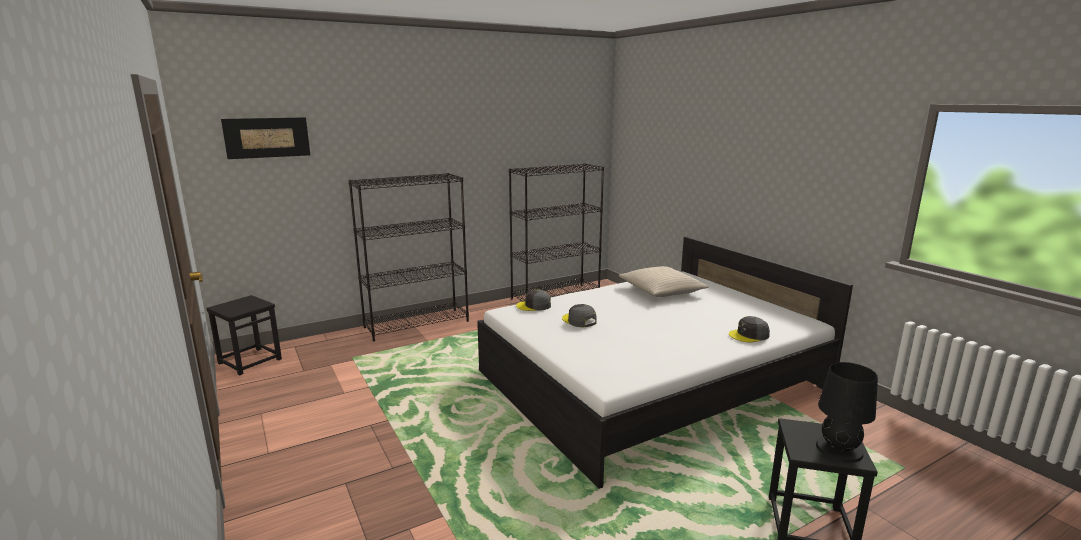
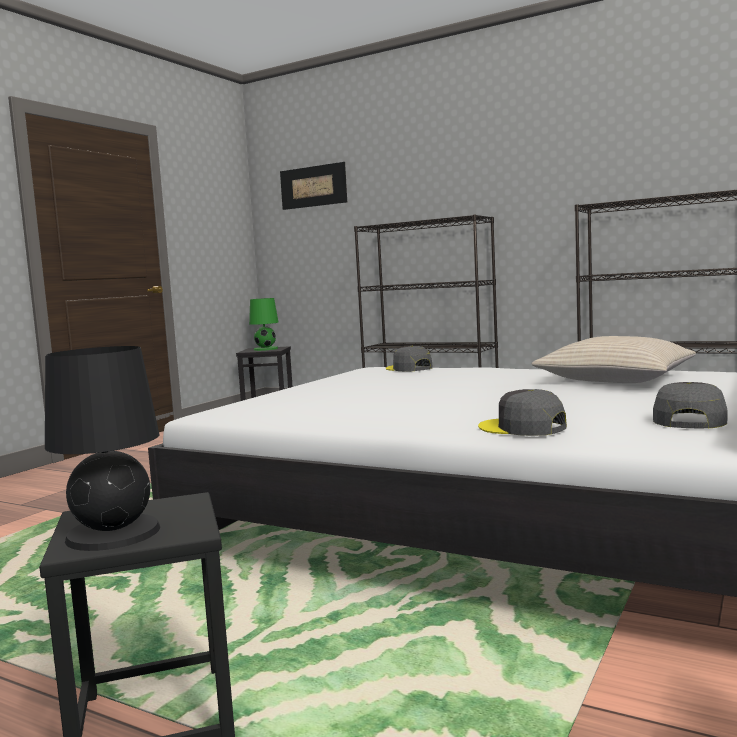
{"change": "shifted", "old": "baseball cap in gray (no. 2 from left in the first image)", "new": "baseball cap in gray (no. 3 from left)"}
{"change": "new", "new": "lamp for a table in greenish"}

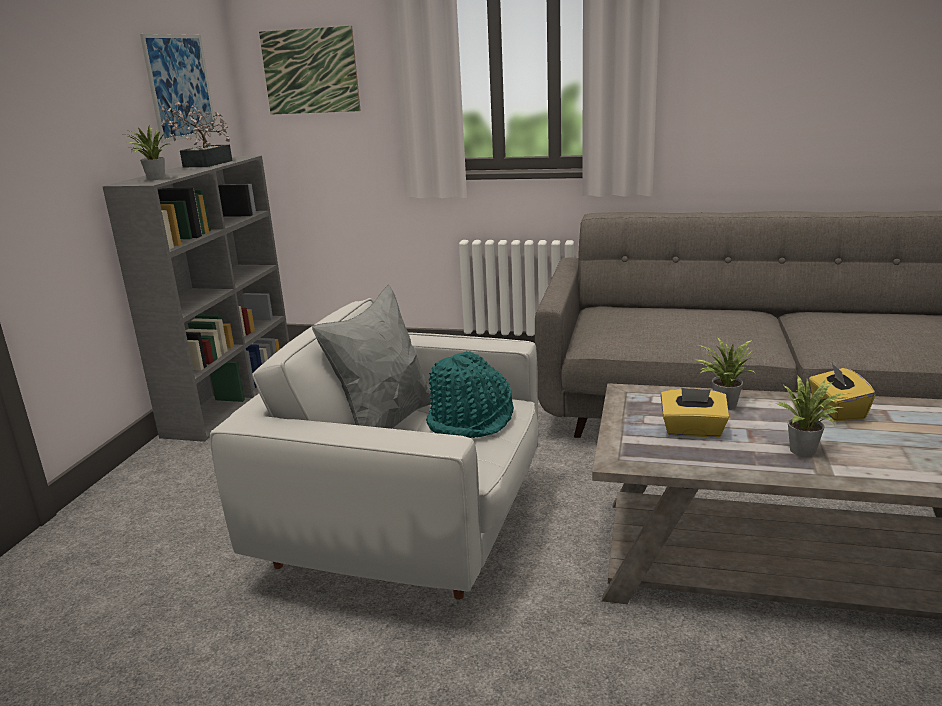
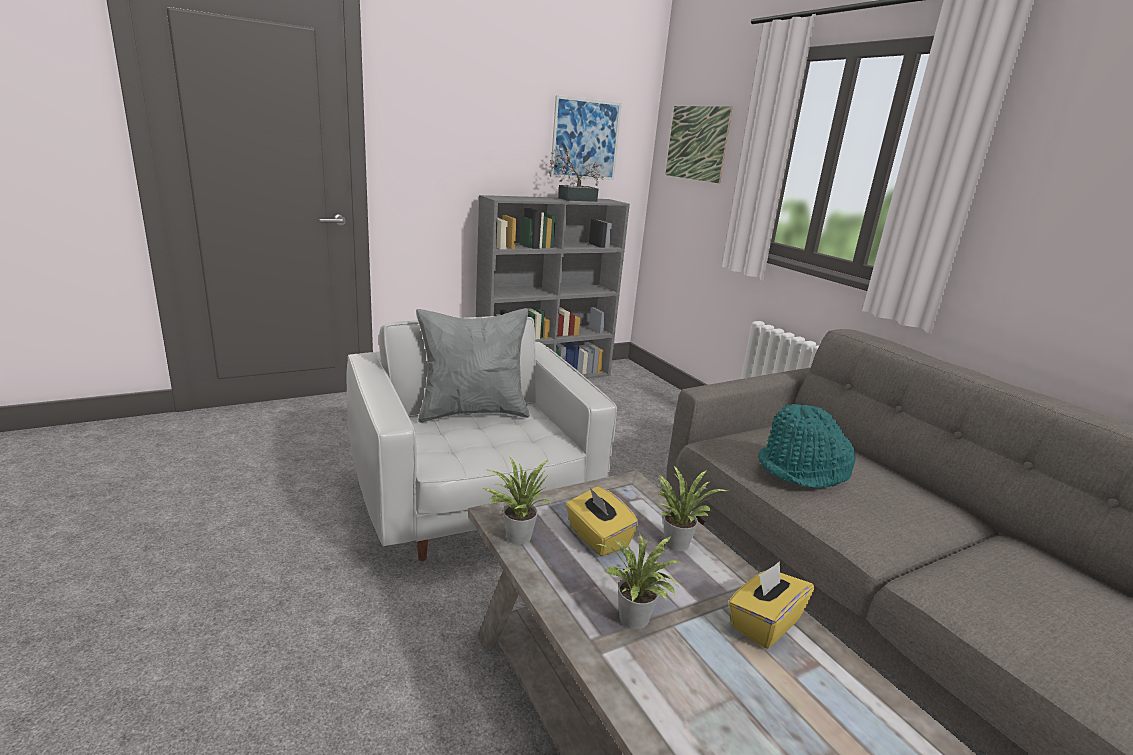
{"change": "shifted", "old": "potted plant (no. 1 from left)"}
{"change": "shifted", "old": "wearable hat in turquoise-coloured"}

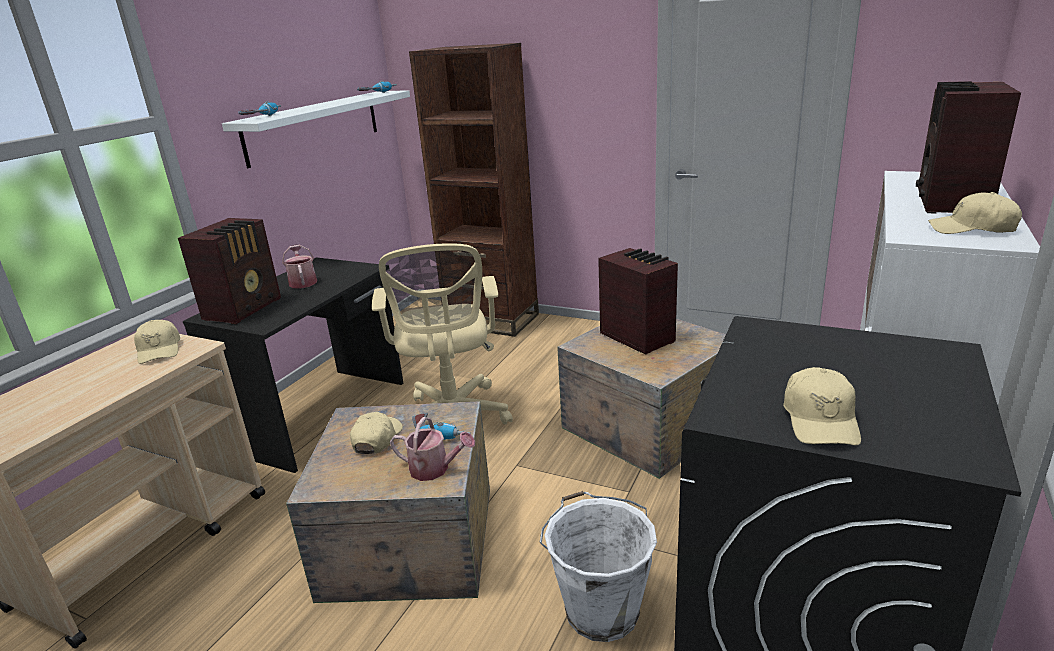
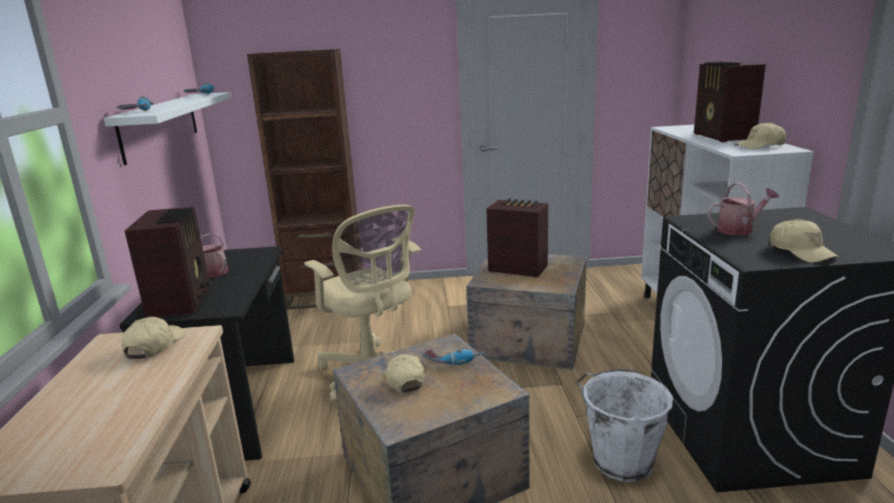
{"change": "rotated", "old": "baseball cap in sand-coloured (no. 1 from left)", "degrees": -120}
{"change": "shifted", "old": "watering can (no. 2 from left)"}

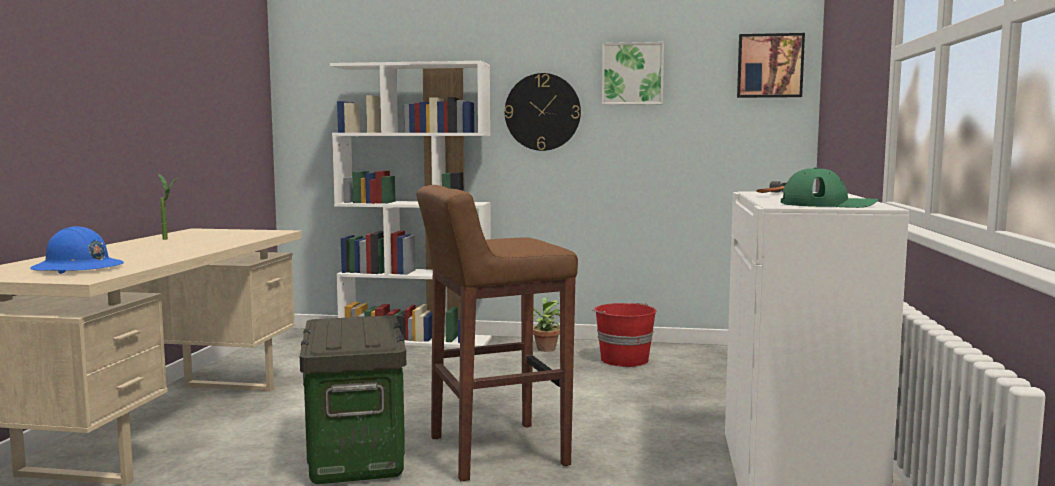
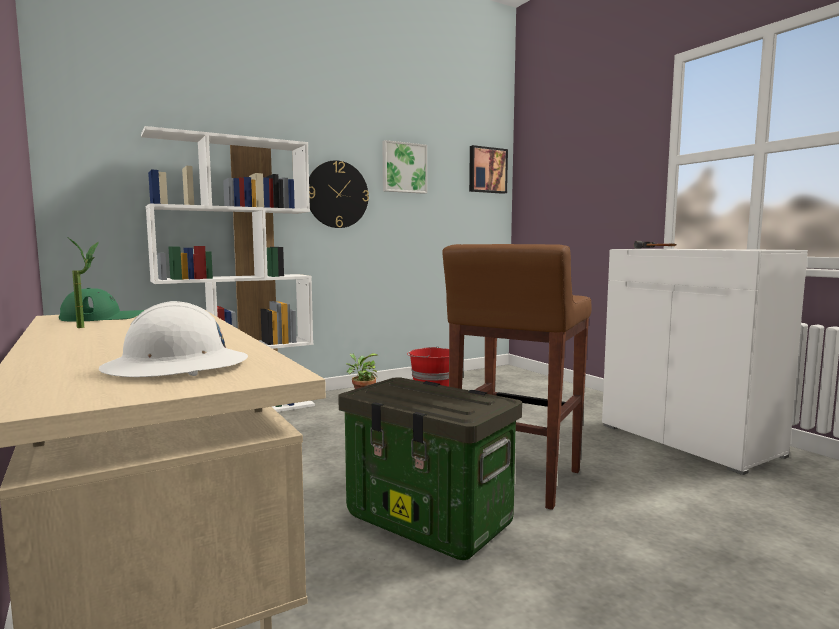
{"change": "shifted", "old": "baseball cap in greenish"}
{"change": "repainted", "old": "work helmet in blue", "new": "work helmet in whitish"}

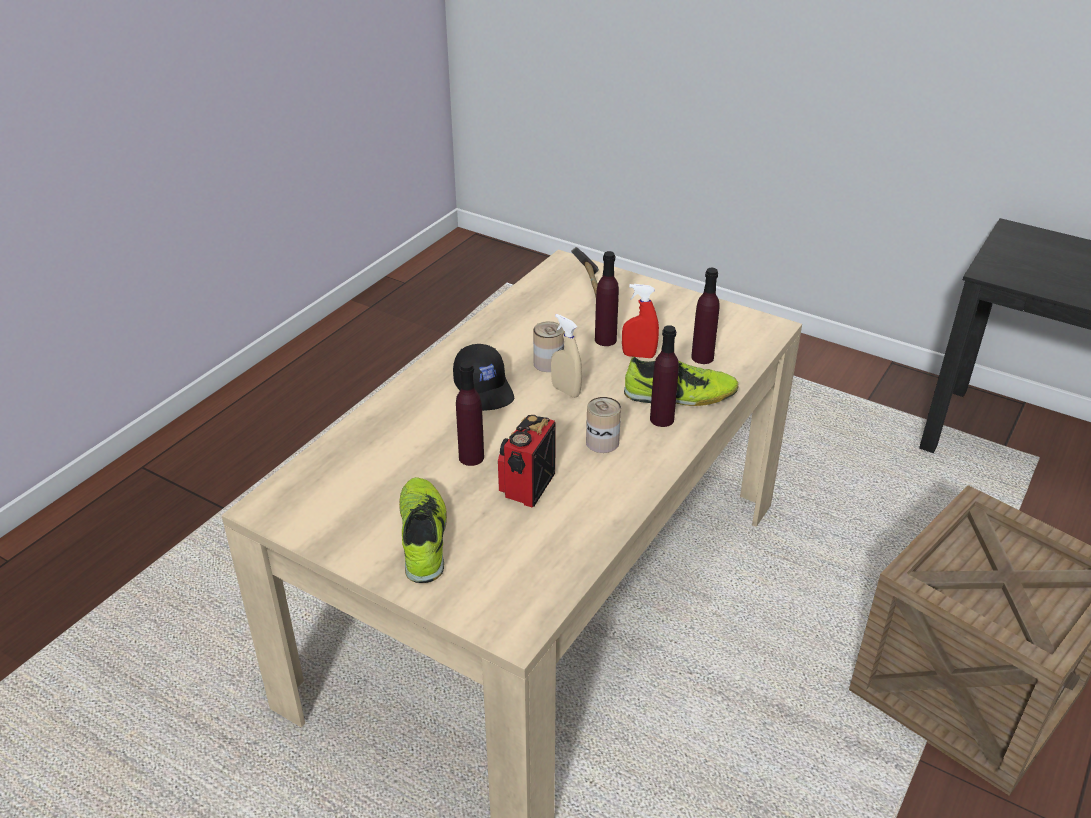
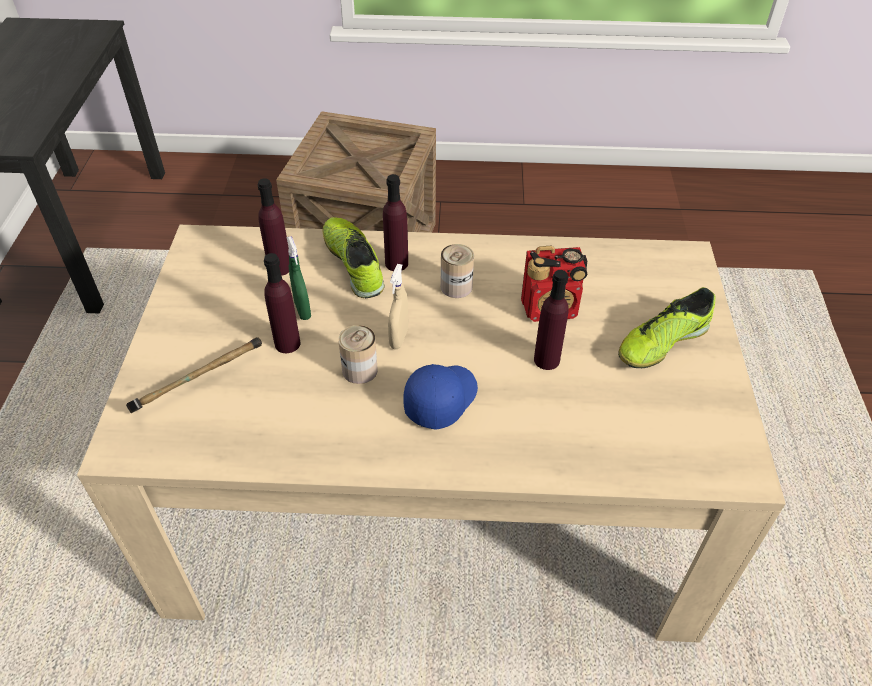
{"change": "repainted", "old": "spray bottle in reddish", "new": "spray bottle in greenish"}
{"change": "repainted", "old": "baseball cap in blackish", "new": "baseball cap in blue"}

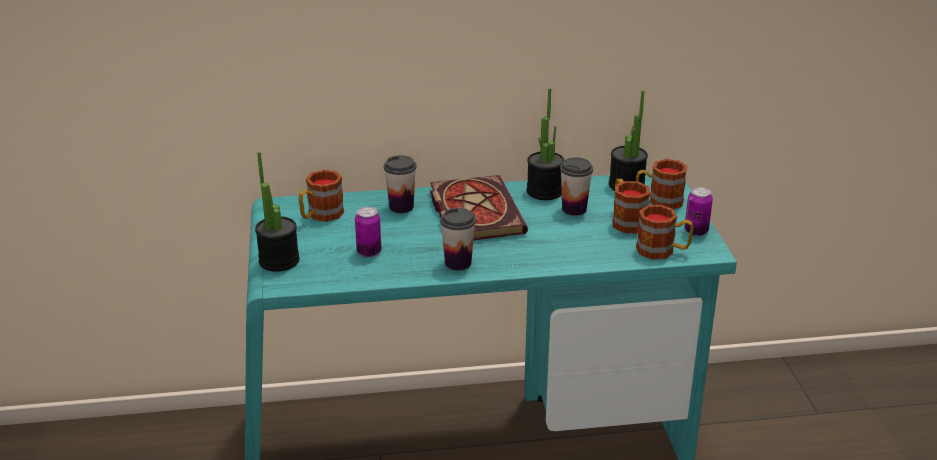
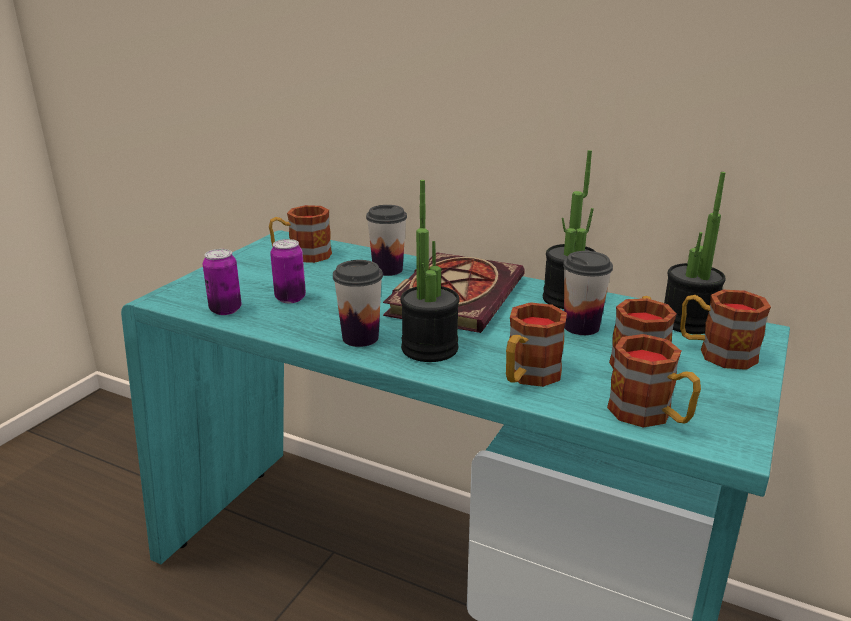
{"change": "shifted", "old": "potted plant (no. 1 from left)"}
{"change": "shifted", "old": "sealed can (no. 2 from left in the first image)", "new": "sealed can (no. 1 from left)"}
{"change": "new", "new": "tea mug (no. 2 from left)"}

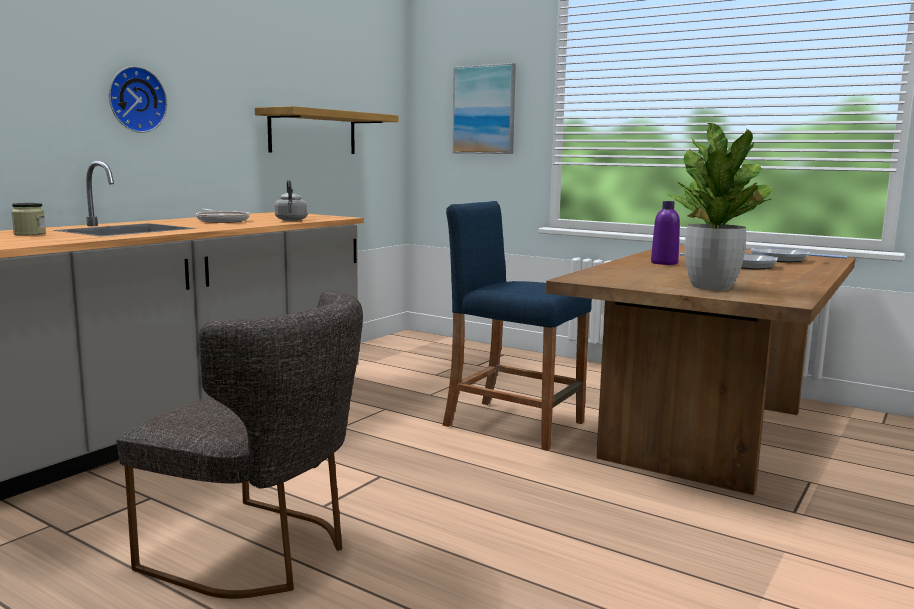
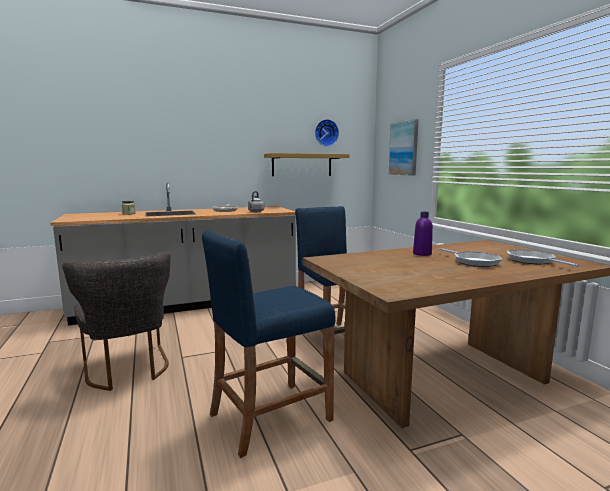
{"change": "shifted", "old": "wall clock"}
{"change": "gone", "old": "potted plant"}
{"change": "new", "new": "sitting stool in blue (no. 1 from left)"}

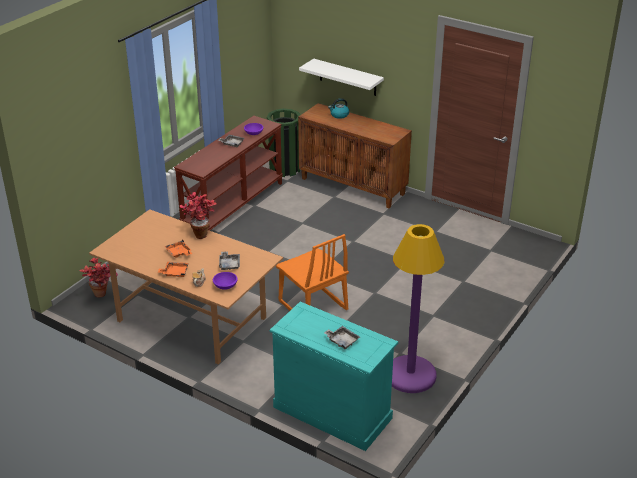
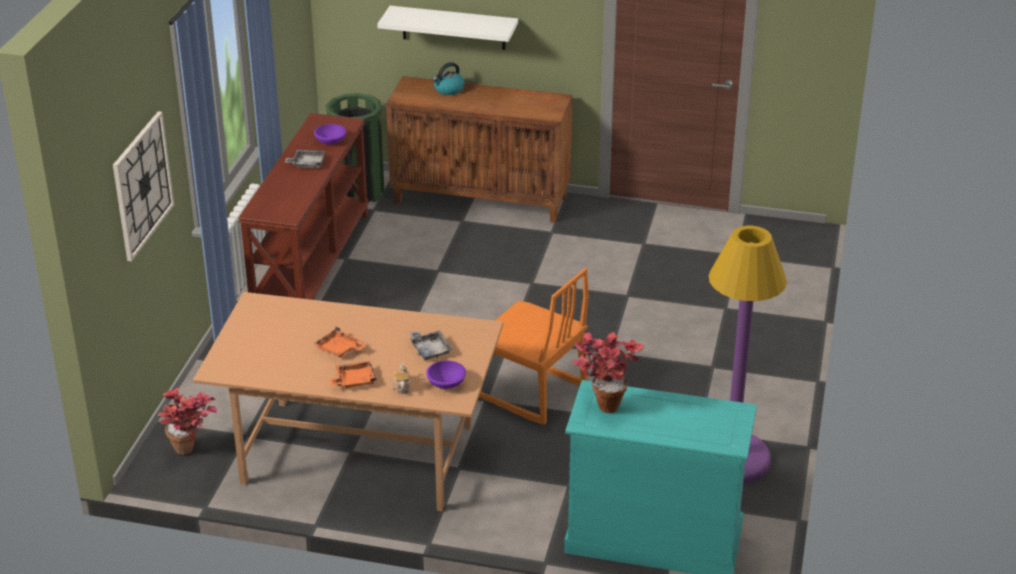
{"change": "shifted", "old": "potted plant (no. 2 from left)"}
{"change": "gone", "old": "carrying tray in gray (no. 3 from left)"}
{"change": "new", "new": "wall clock"}

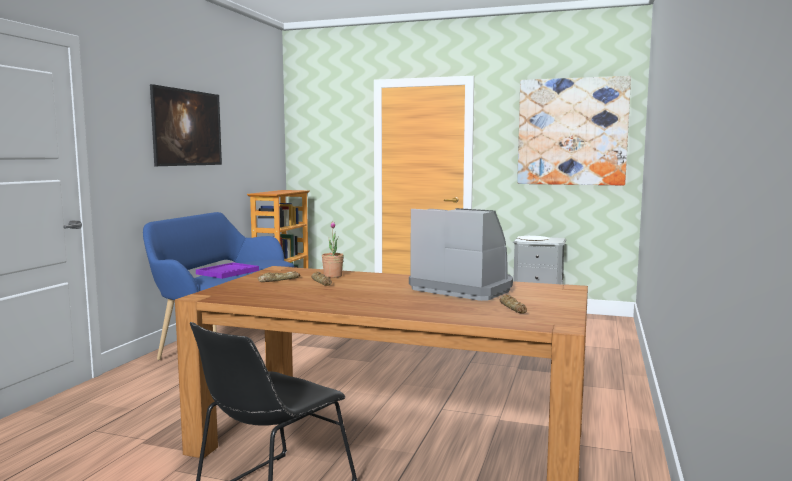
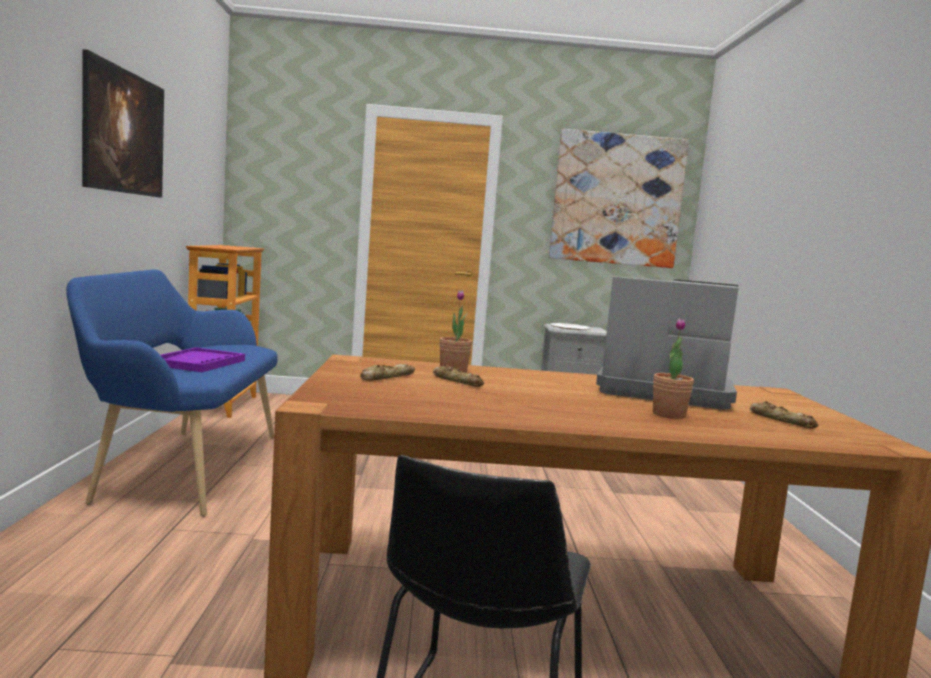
{"change": "new", "new": "potted plant (no. 2 from left)"}

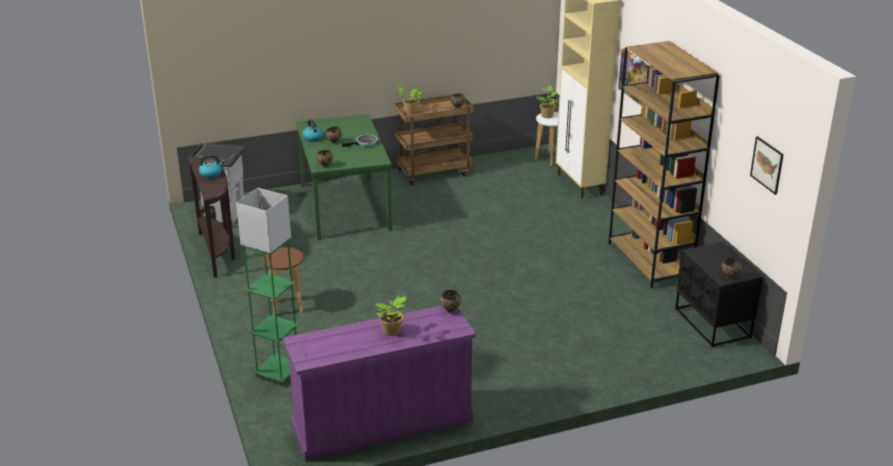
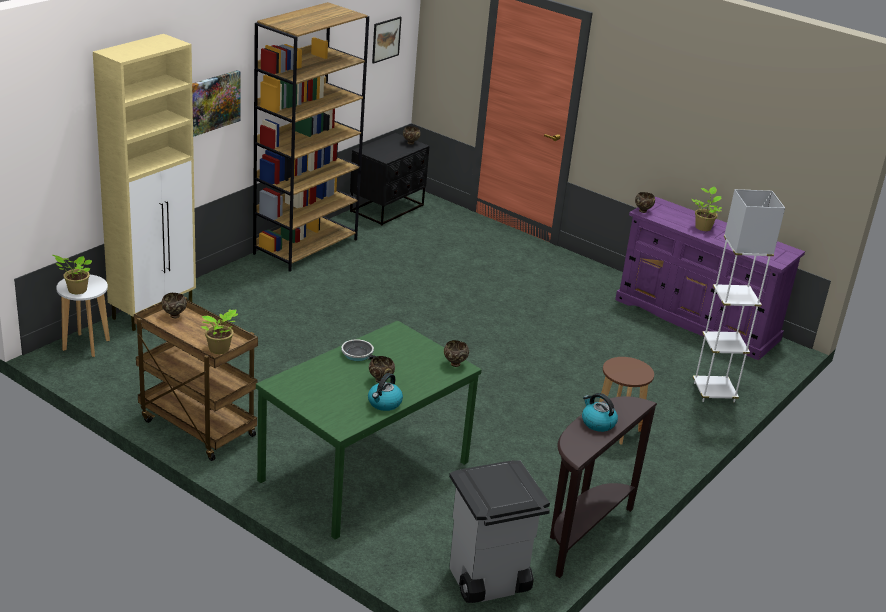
{"change": "repainted", "old": "standing lamp in greenish", "new": "standing lamp in whitish"}

